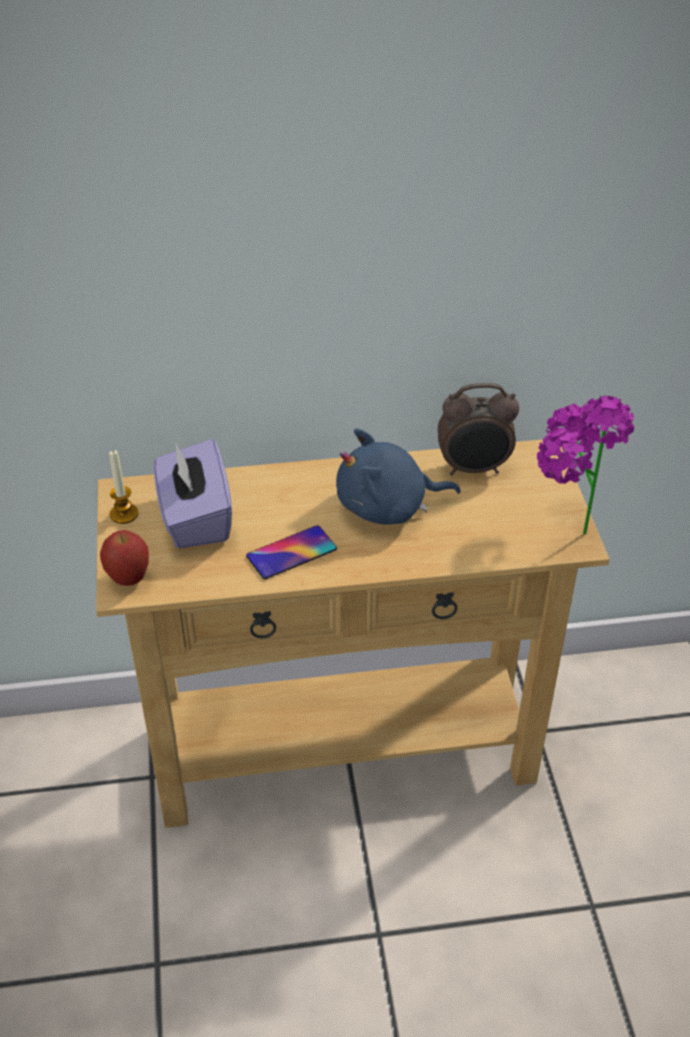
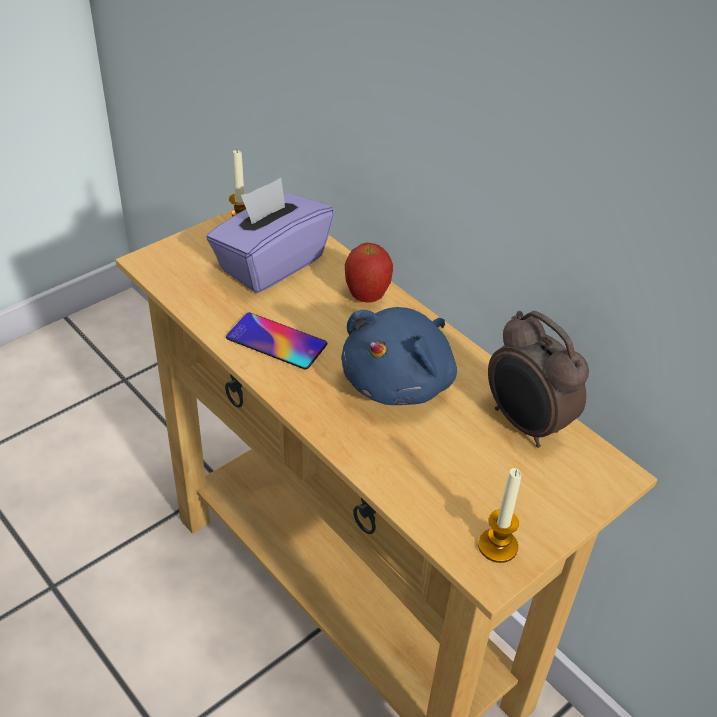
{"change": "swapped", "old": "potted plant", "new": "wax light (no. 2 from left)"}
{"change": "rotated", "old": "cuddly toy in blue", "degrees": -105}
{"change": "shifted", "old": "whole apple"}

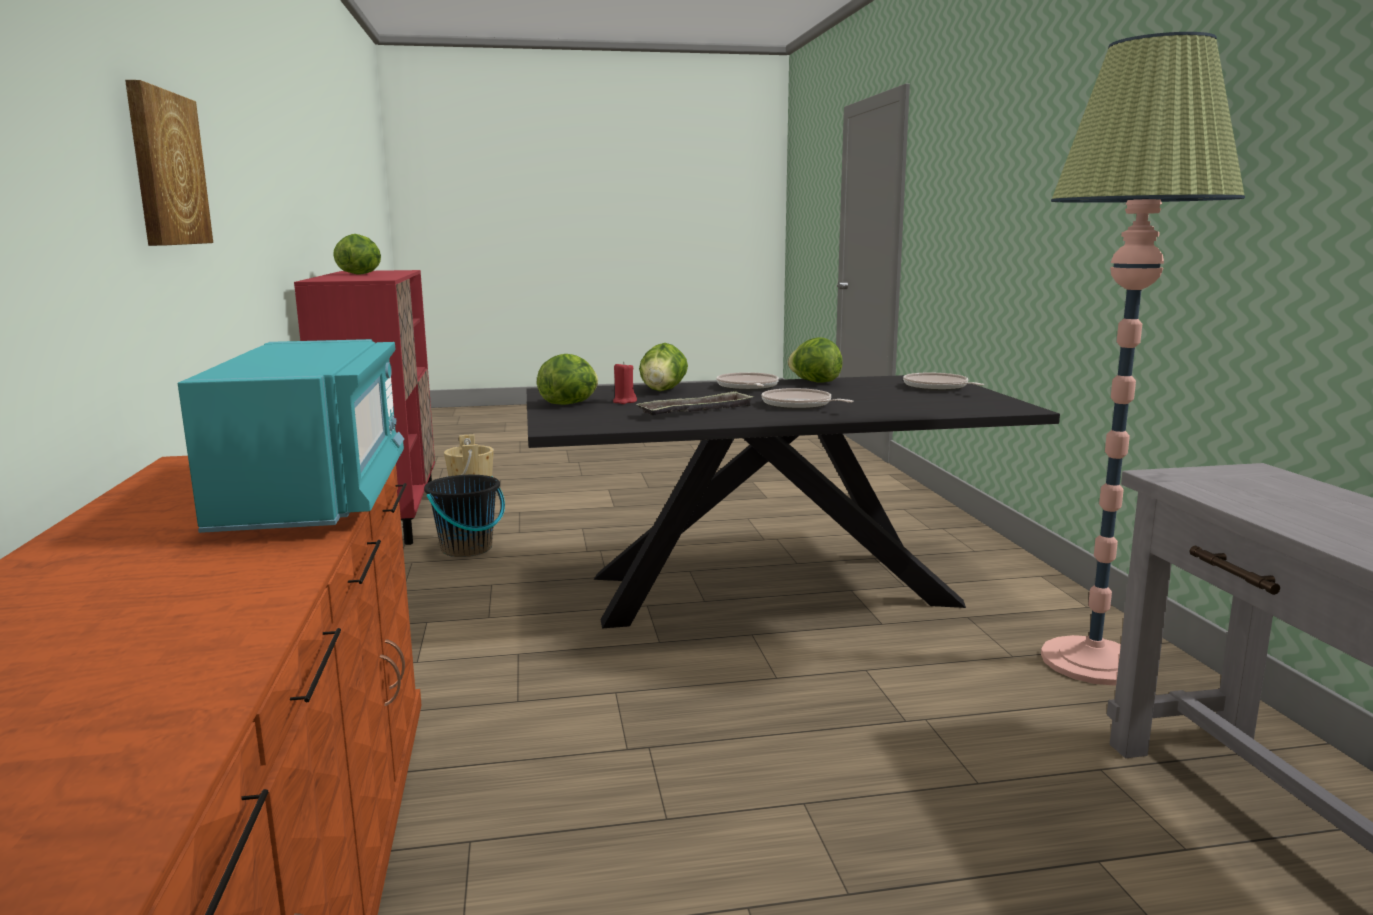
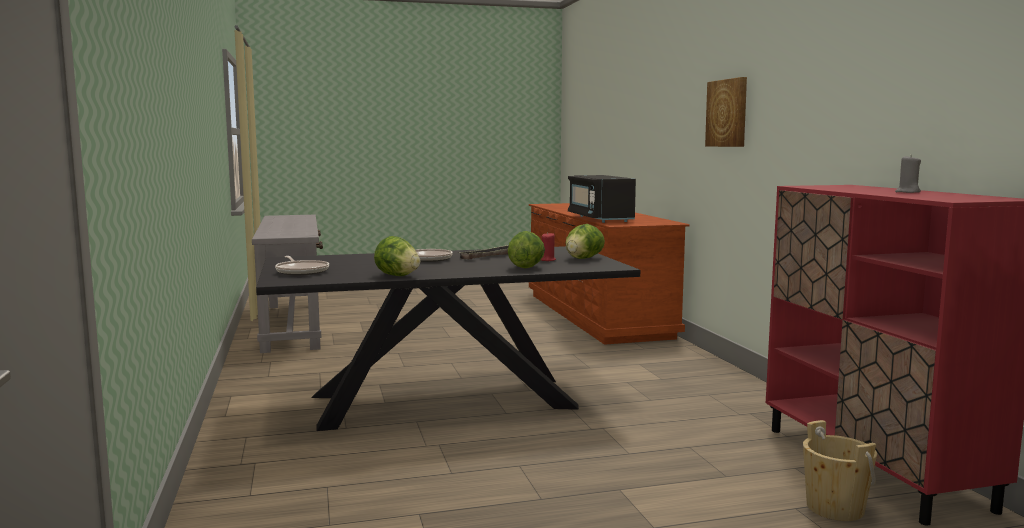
{"change": "gone", "old": "standing lamp"}
{"change": "swapped", "old": "lettuce head (no. 1 from left)", "new": "wax light in gray"}
{"change": "repainted", "old": "kitchen microwave in turquoise-coloured", "new": "kitchen microwave in blackish"}
{"change": "gone", "old": "frying pan (no. 1 from left)"}
{"change": "gone", "old": "pail in blackish"}

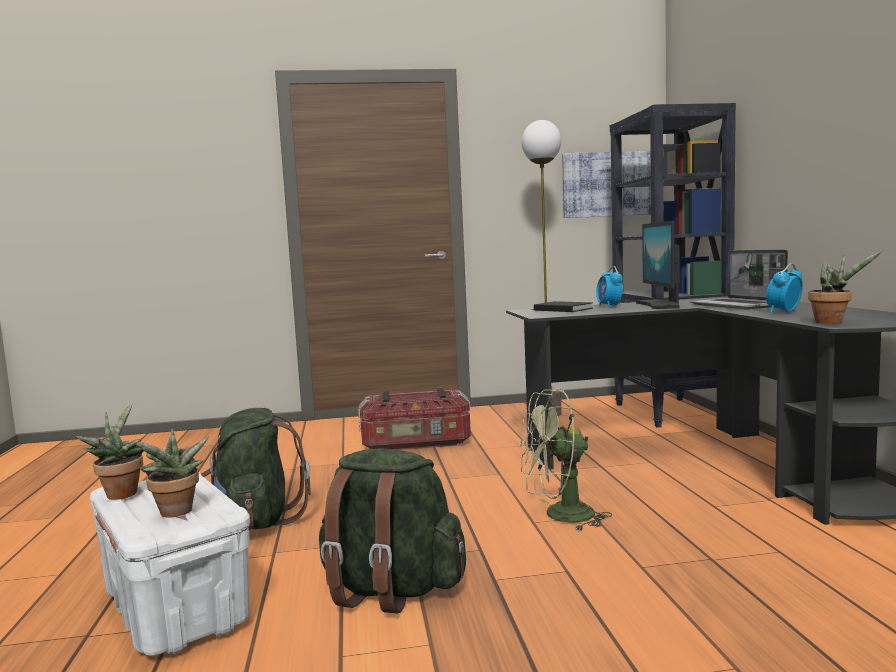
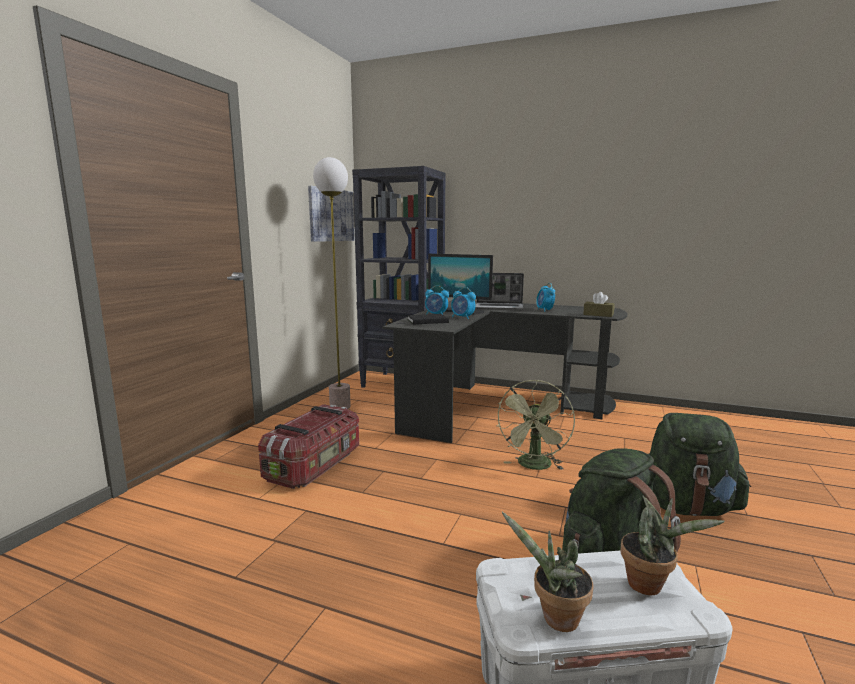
{"change": "swapped", "old": "potted plant (no. 3 from left)", "new": "tissue holder in brown"}
{"change": "shifted", "old": "knapsack in greenish (no. 1 from left in the first image)", "new": "knapsack in greenish (no. 2 from left)"}
{"change": "new", "new": "bedside clock (no. 2 from left)"}

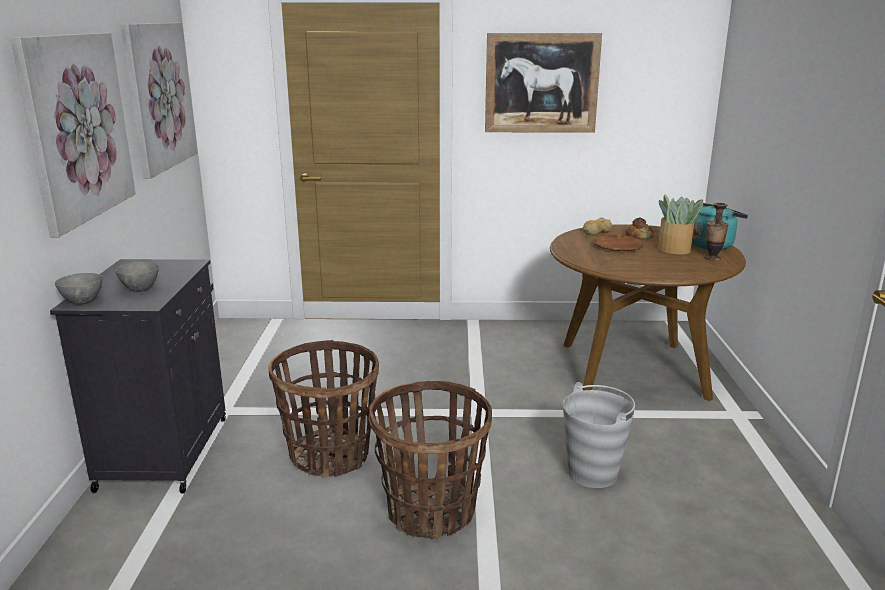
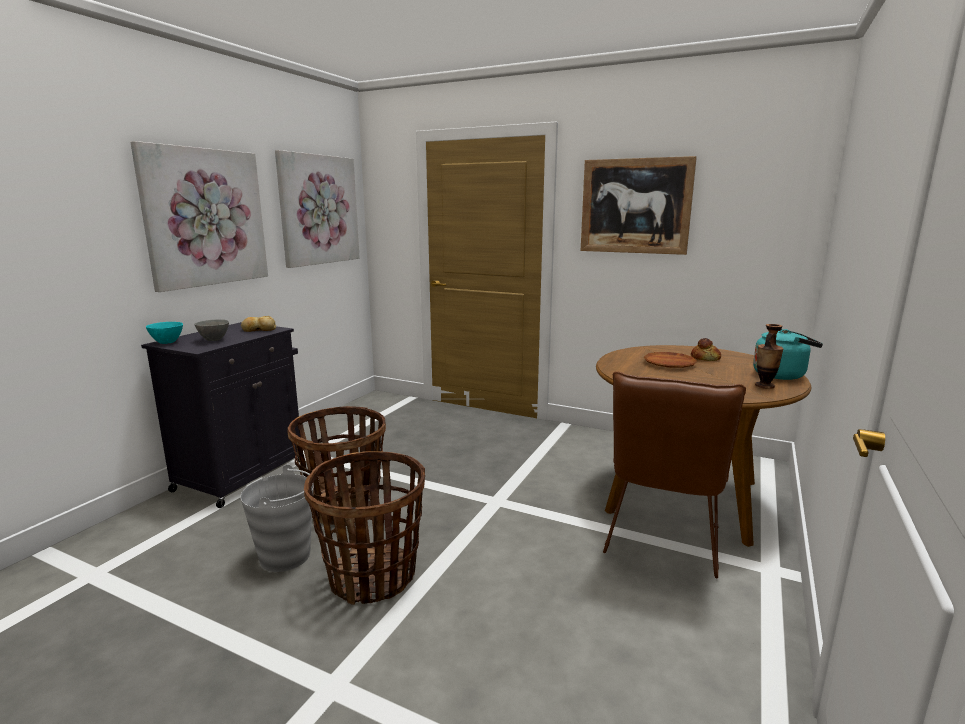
{"change": "gone", "old": "potted plant"}
{"change": "shifted", "old": "baked bread (no. 1 from left)"}
{"change": "repainted", "old": "bowl in gray (no. 1 from left)", "new": "bowl in turquoise-coloured"}
{"change": "shifted", "old": "pail in gray"}
{"change": "new", "new": "upright chair in brown"}

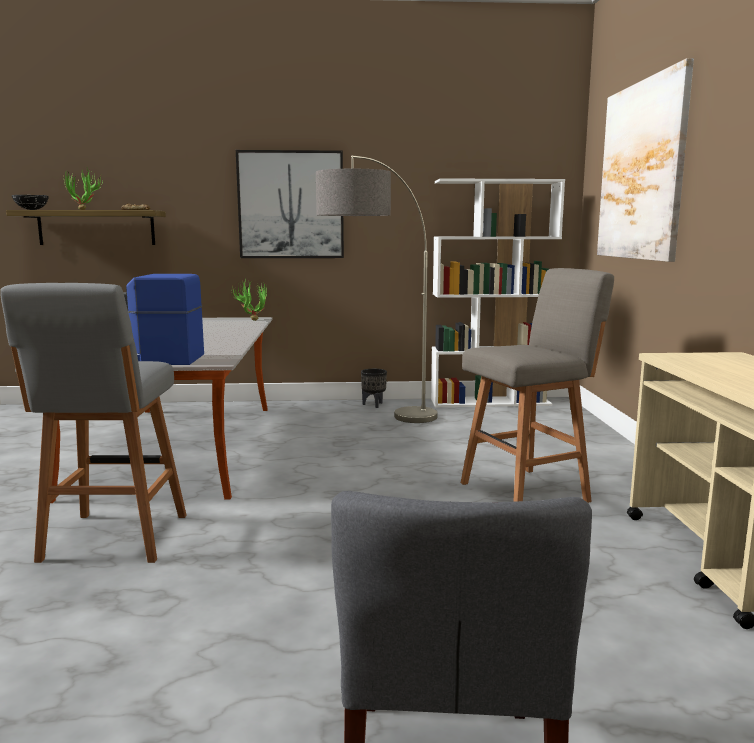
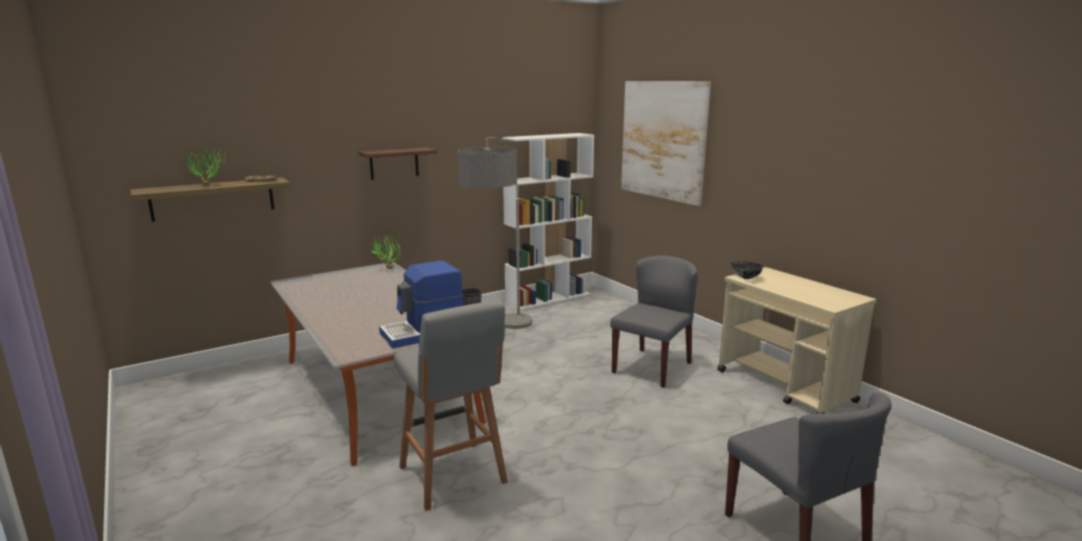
{"change": "swapped", "old": "wall picture (no. 1 from left)", "new": "bracket shelf (no. 2 from left)"}
{"change": "shifted", "old": "bowl in blackish"}
{"change": "swapped", "old": "sitting stool in gray (no. 2 from left)", "new": "upright chair in gray (no. 1 from left)"}

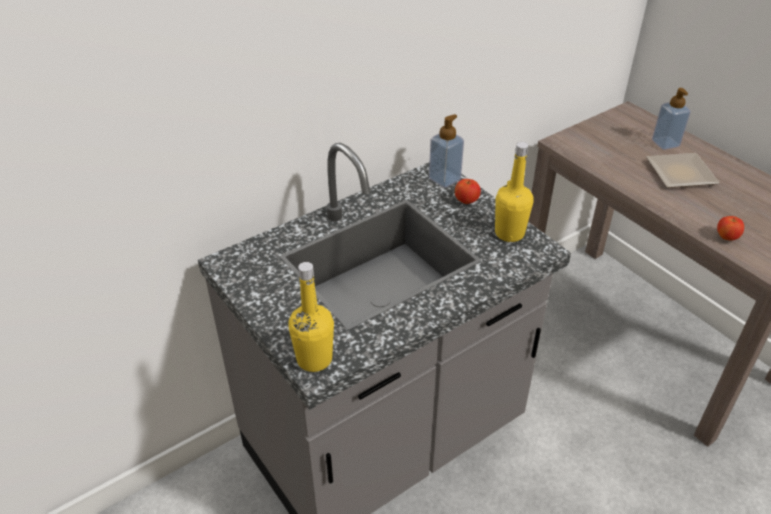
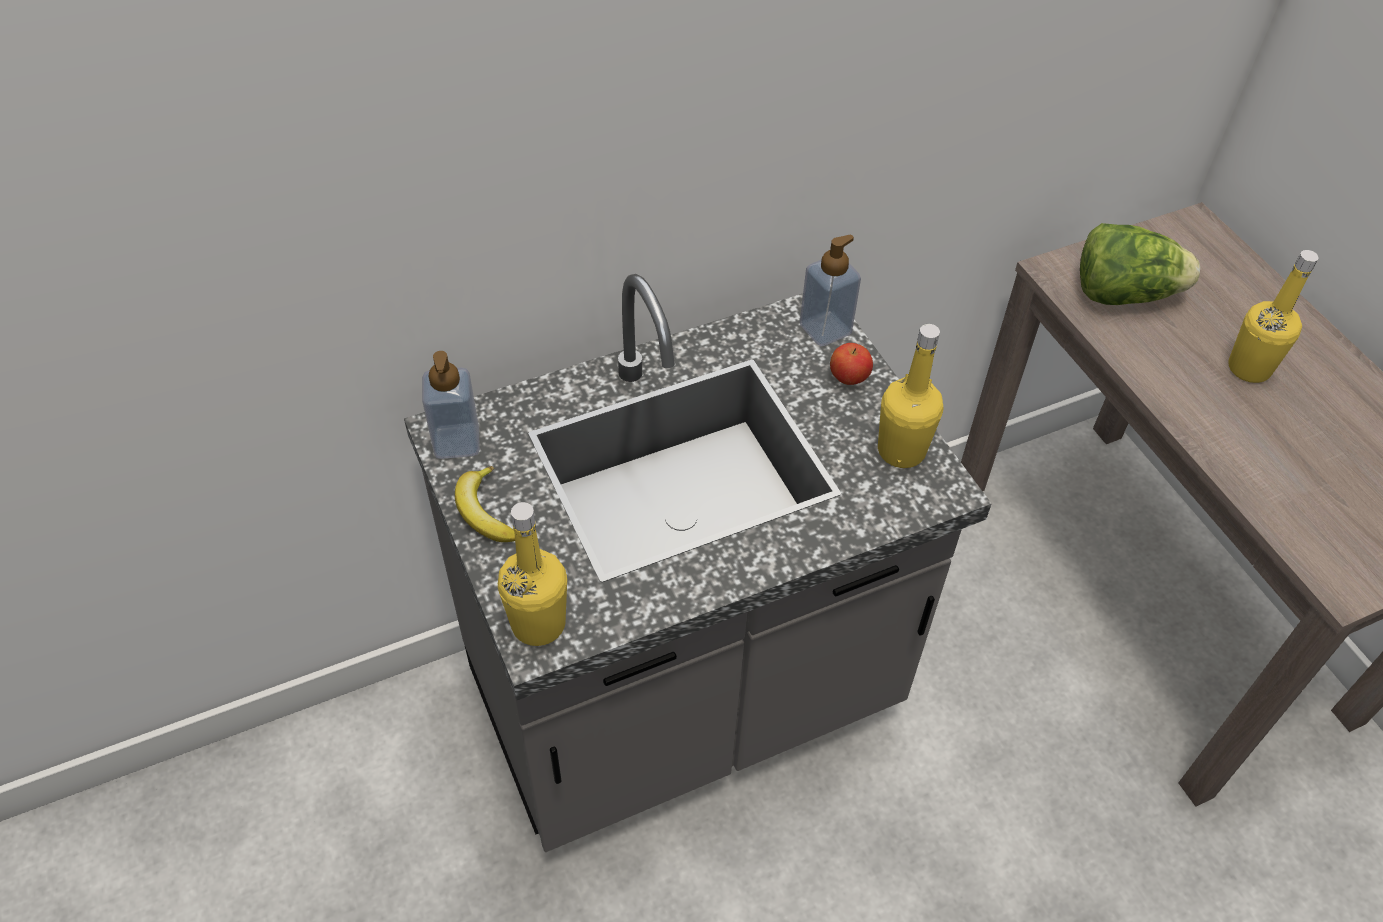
{"change": "shifted", "old": "soap dispenser (no. 2 from left in the first image)", "new": "soap dispenser (no. 1 from left)"}
{"change": "swapped", "old": "flat dish", "new": "beverage bottle in yellow (no. 3 from left)"}
{"change": "gone", "old": "whole apple (no. 2 from left)"}
{"change": "new", "new": "lettuce head"}
{"change": "new", "new": "banana fruit"}

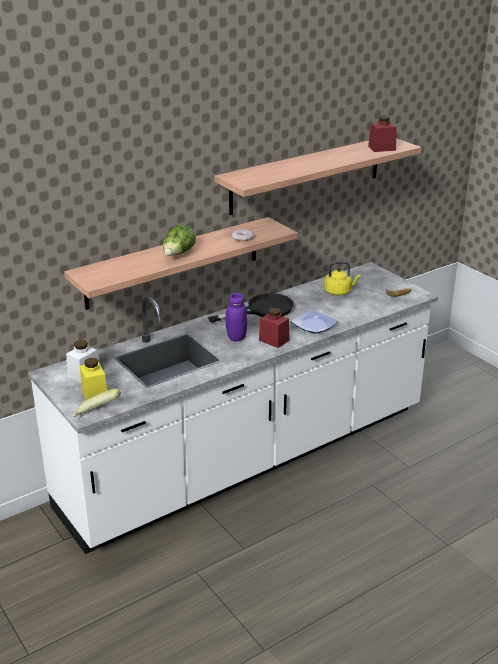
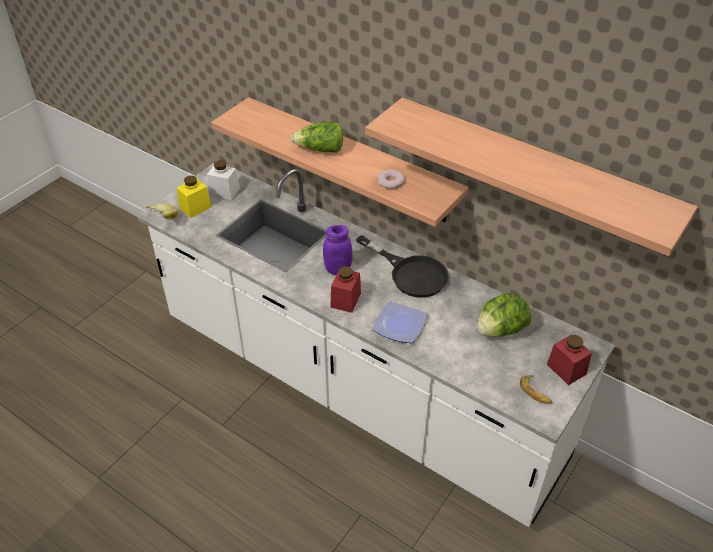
{"change": "shifted", "old": "jar in reddish (no. 2 from left)"}
{"change": "swapped", "old": "kettle in yellow", "new": "lettuce head (no. 2 from left)"}

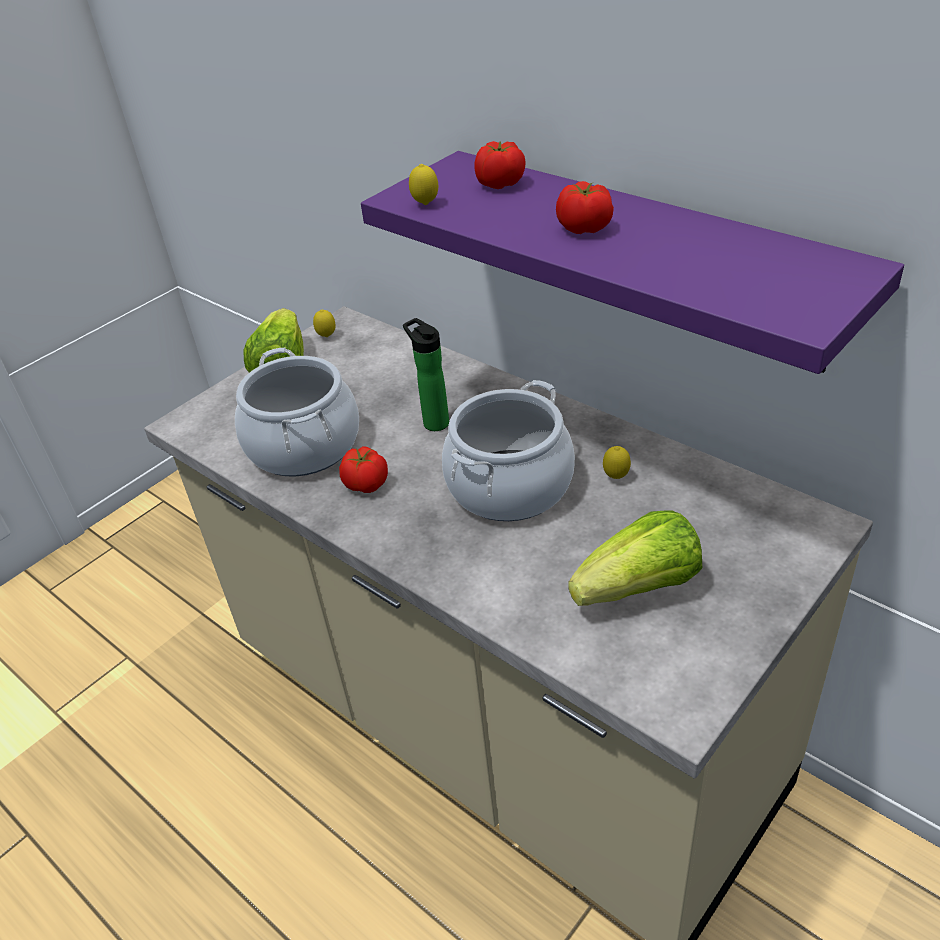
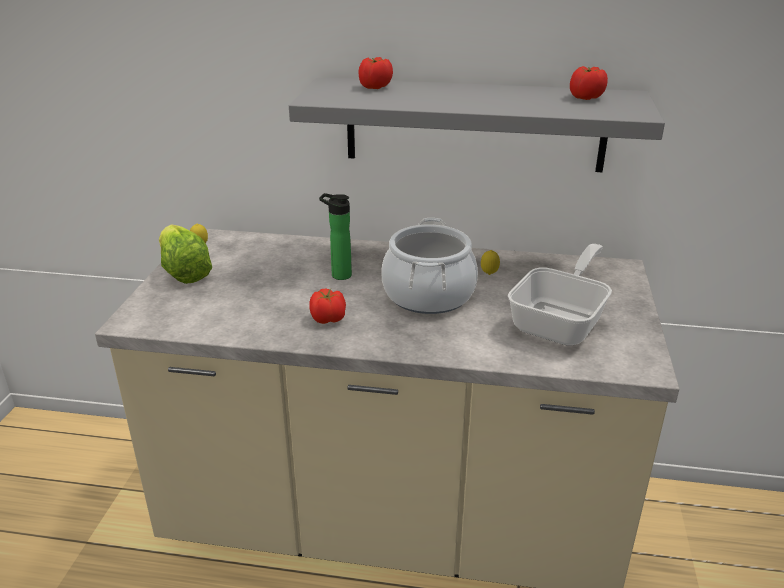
{"change": "repainted", "old": "bracket shelf in purplish", "new": "bracket shelf in gray"}
{"change": "gone", "old": "citrus fruit (no. 2 from left)"}
{"change": "shifted", "old": "fresh tomato (no. 3 from left)"}
{"change": "gone", "old": "cooking pot (no. 1 from left)"}
{"change": "swapped", "old": "lettuce head (no. 2 from left)", "new": "frying pan"}

